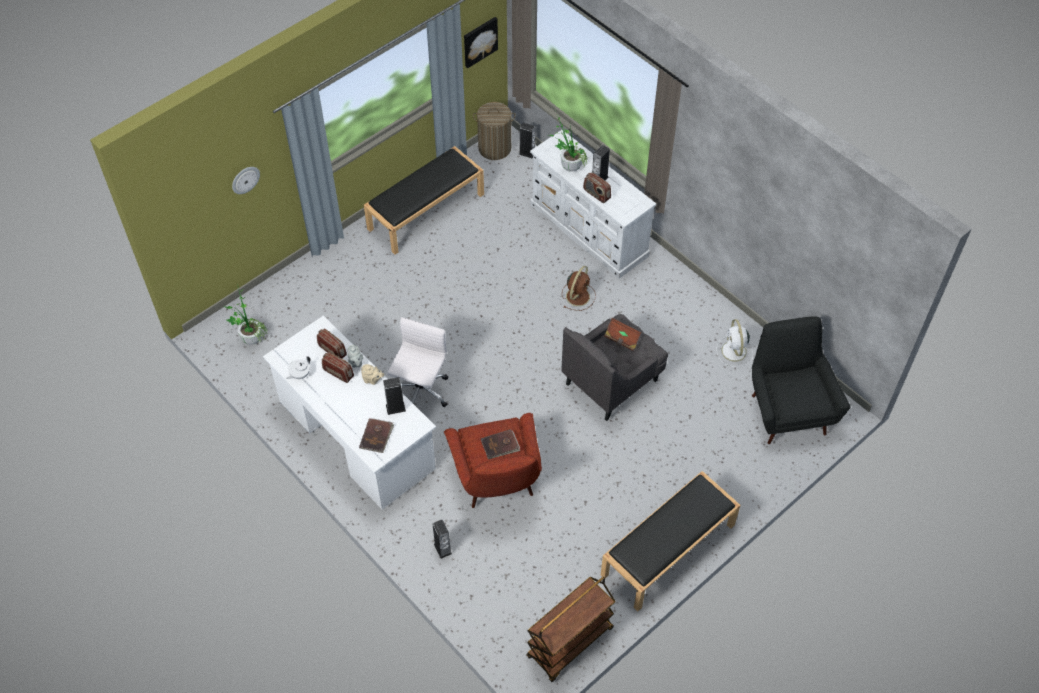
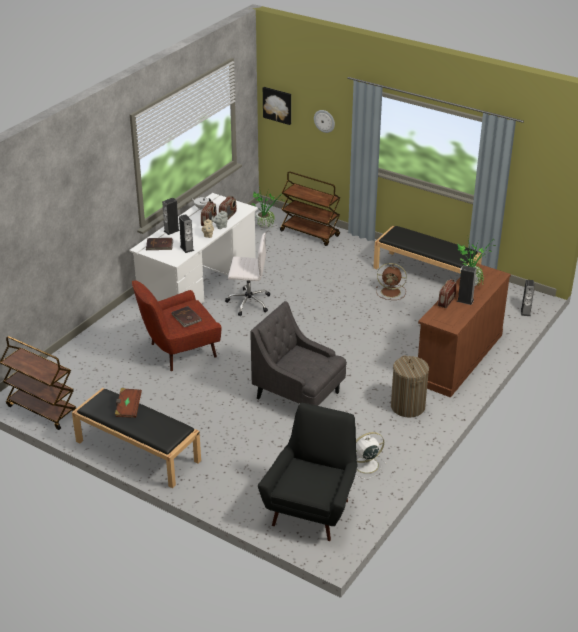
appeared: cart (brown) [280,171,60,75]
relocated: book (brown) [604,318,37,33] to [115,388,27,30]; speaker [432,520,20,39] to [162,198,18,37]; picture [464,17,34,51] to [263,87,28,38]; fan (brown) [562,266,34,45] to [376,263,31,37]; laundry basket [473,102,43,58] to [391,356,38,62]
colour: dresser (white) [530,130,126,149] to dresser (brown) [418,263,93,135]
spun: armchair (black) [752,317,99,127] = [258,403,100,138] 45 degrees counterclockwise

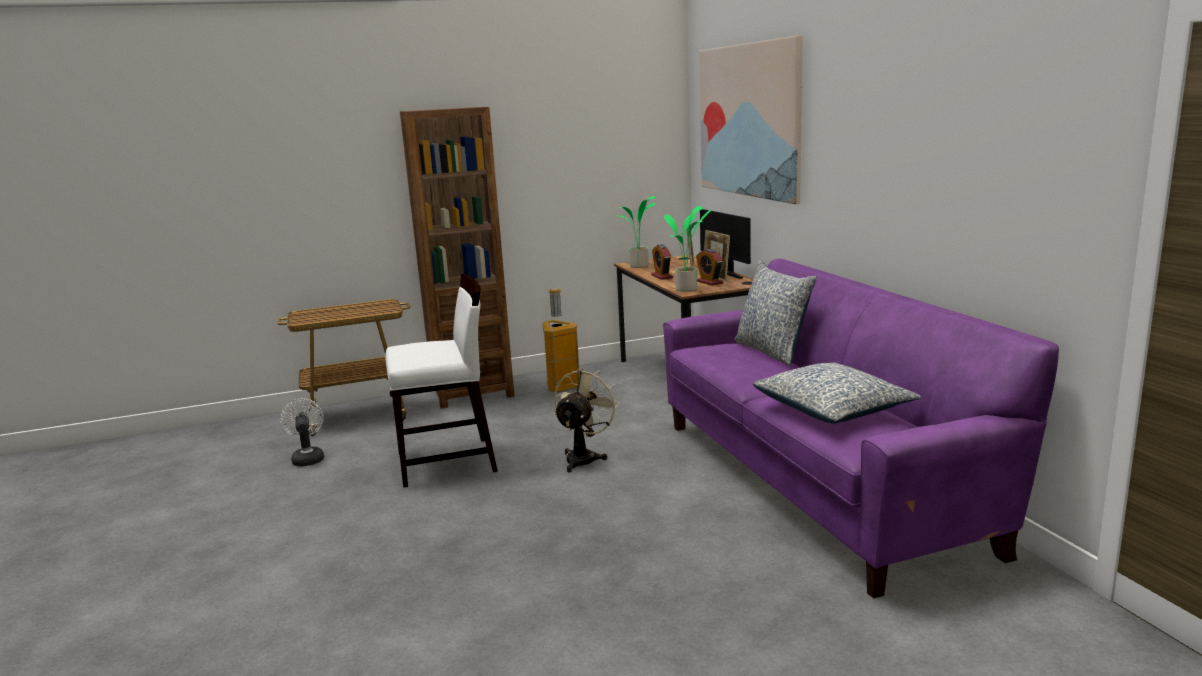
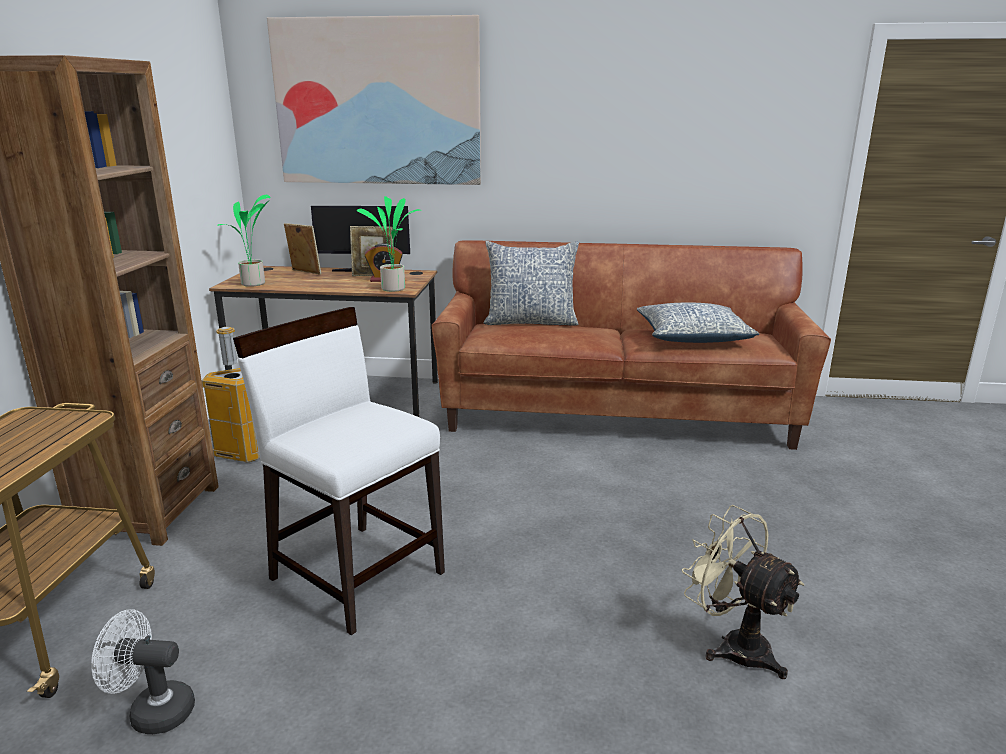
missing: alarm clock [651,244,22,36]
relocated: fan (beige) [554,367,66,105] to [682,505,122,174]
colour: sofa (purple) [663,259,396,340] to sofa (brown) [432,240,399,210]
spun: chair (white) [385,274,113,214] = [233,307,212,328] 60 degrees counterclockwise

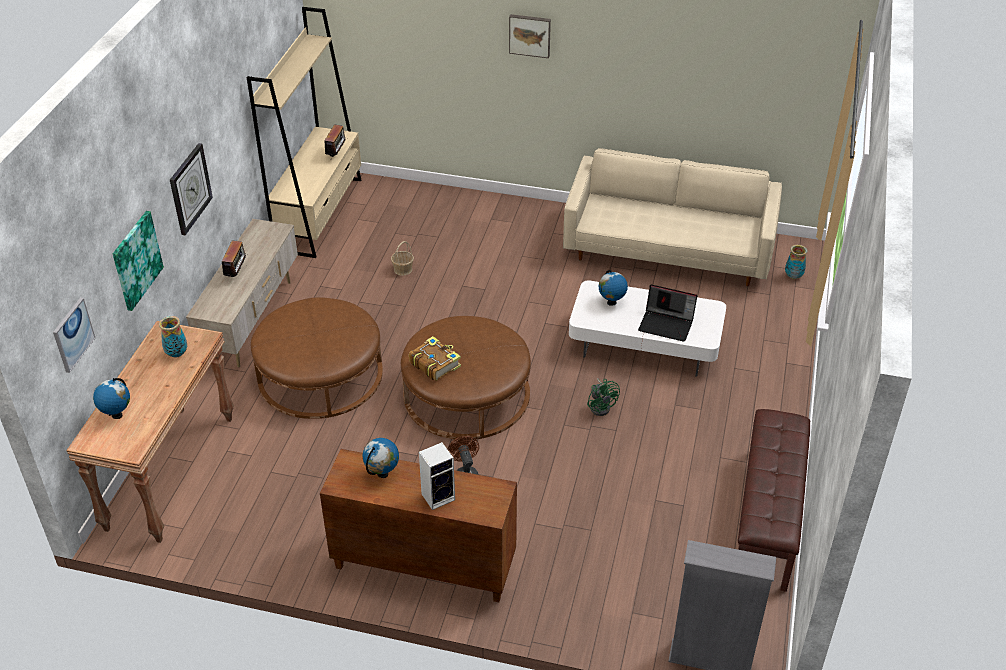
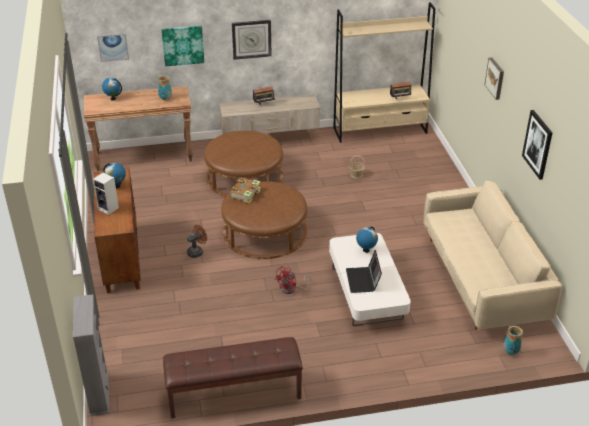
appeared: picture [522,110,30,70]
colour: fan (green) [587,378,33,38] to fan (red) [276,266,36,28]

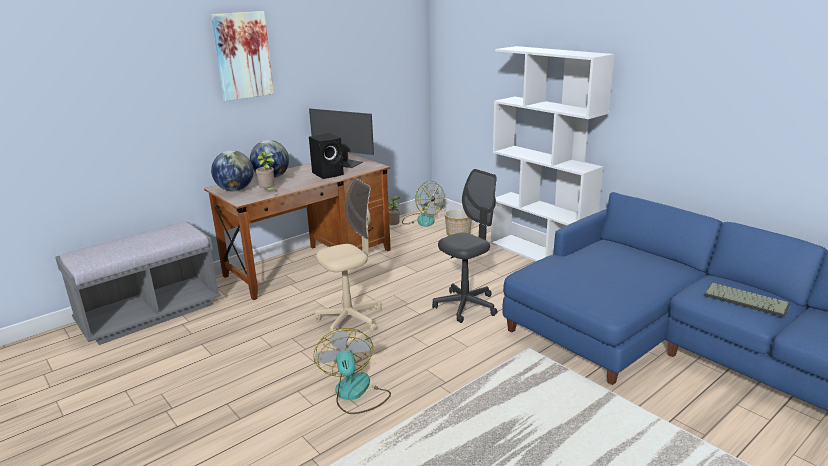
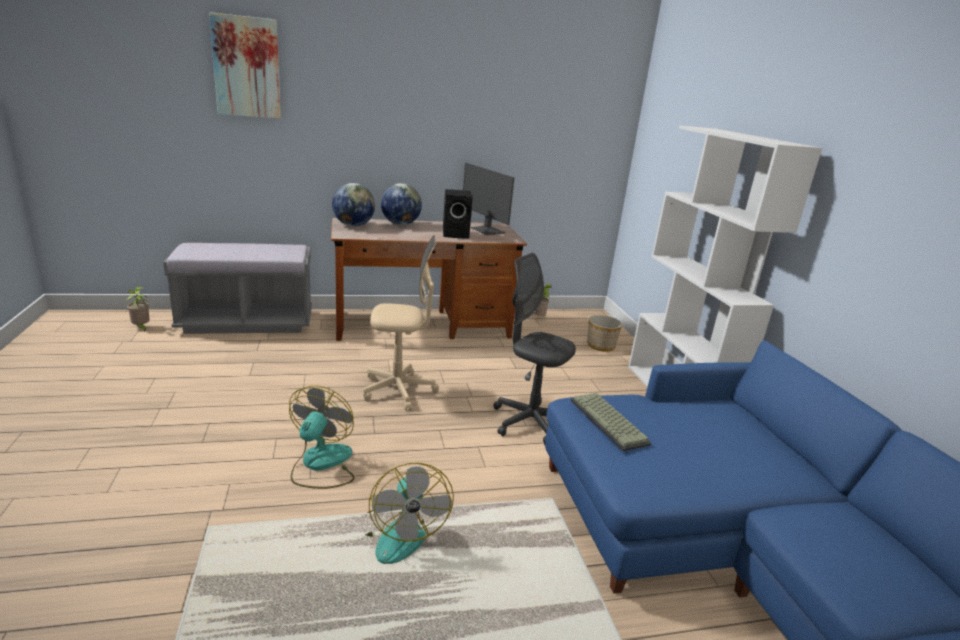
relocated: potted plant [256,152,21,39] to [126,287,24,44]; picture [211,11,63,90] to [209,12,72,107]; fan [402,181,43,46] to [365,463,89,101]; keyboard [704,283,86,35] to [571,393,80,58]
spun: office chair (grey) [432,169,65,154] = [493,253,83,192] 135 degrees counterclockwise

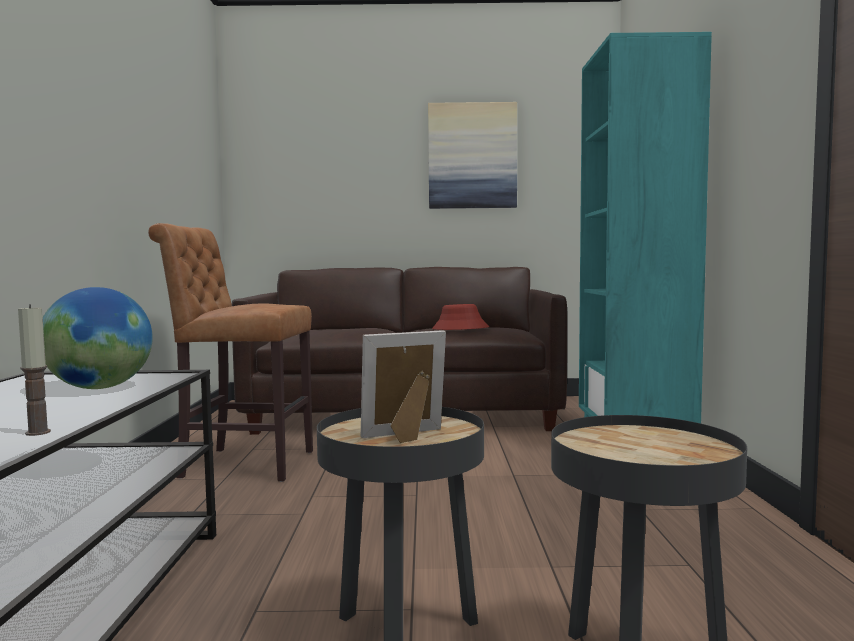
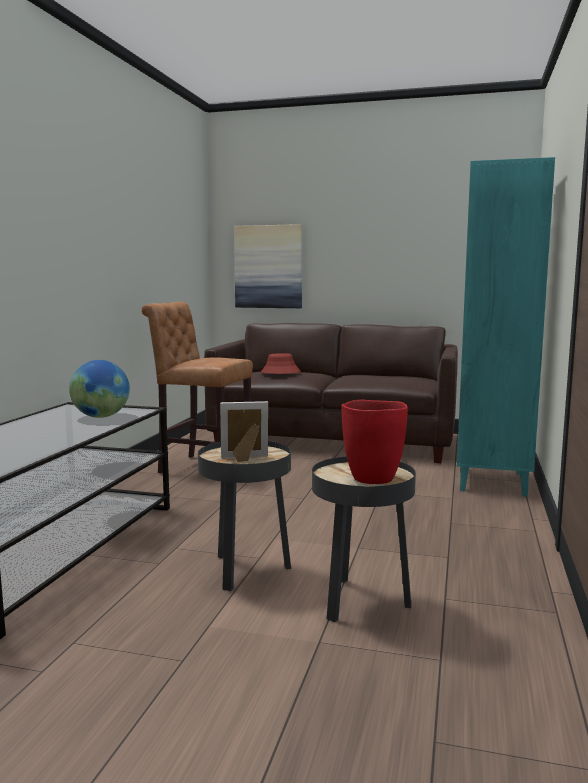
missing: candle [18,304,33,132]
appeared: vase (red) [341,400,67,84]
relocated: picture [428,102,89,107] to [234,224,68,84]; hat (red) [432,304,57,26] to [261,353,40,21]

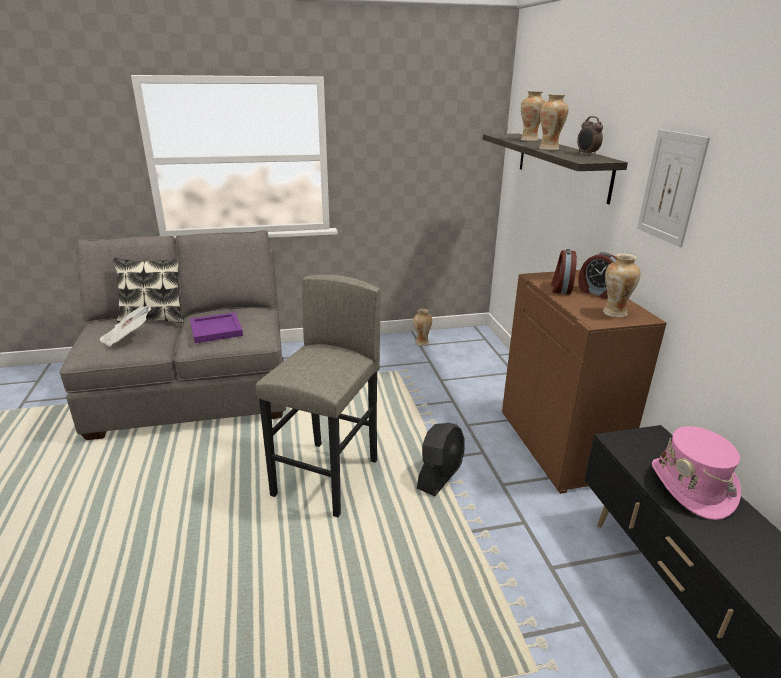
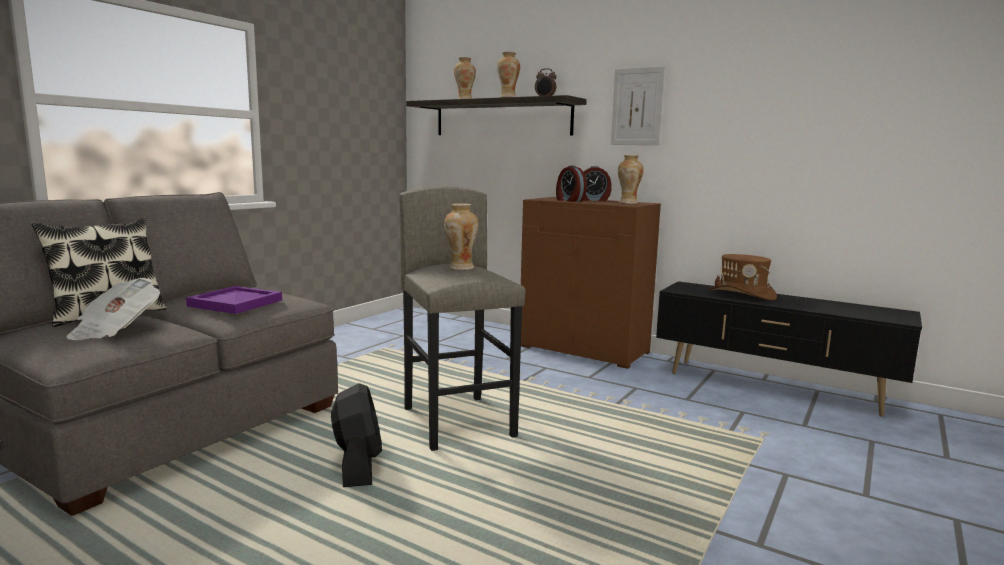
relocated: fan (black) [417,423,48,73] to [331,383,51,104]; vase [413,309,19,37] to [444,203,35,67]
colour: hat (pink) [652,426,89,94] to hat (brown) [710,254,67,47]

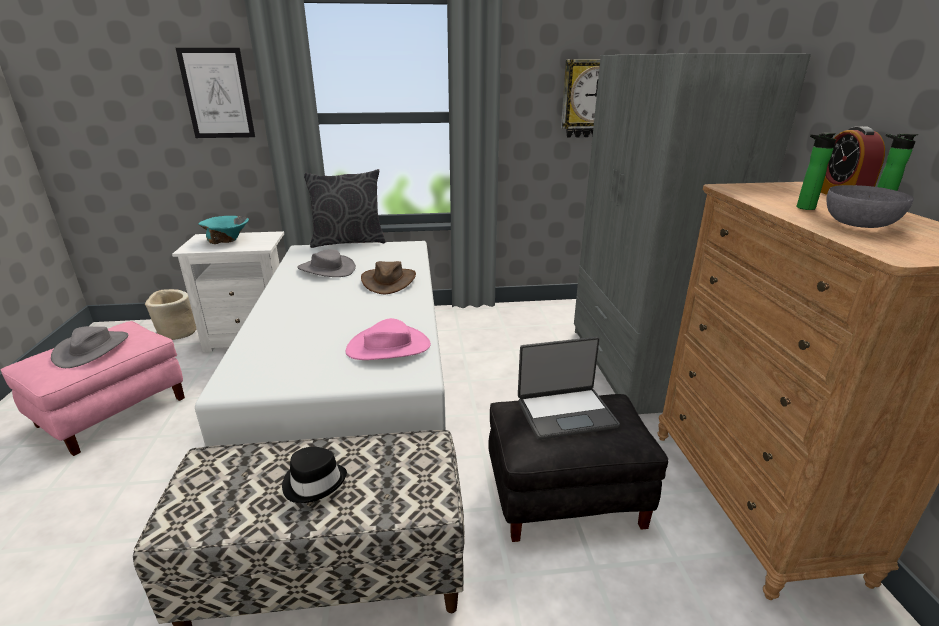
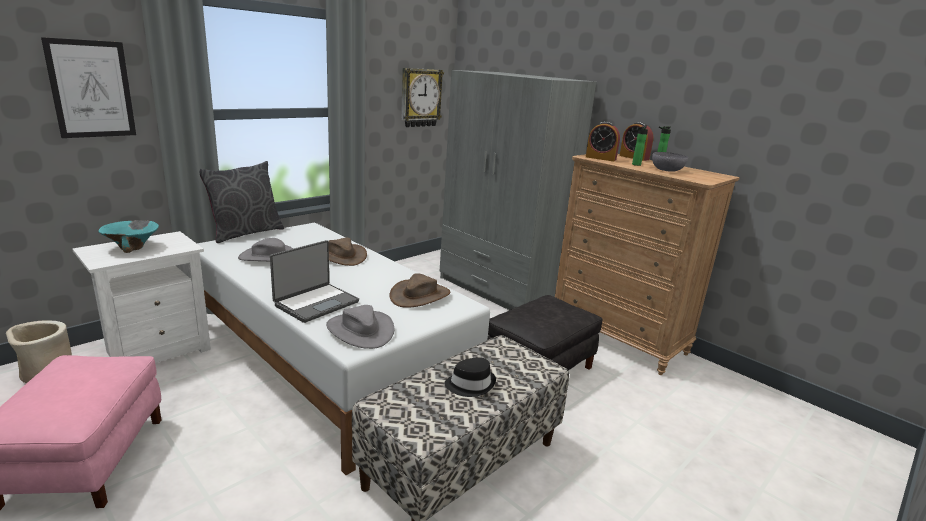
appeared: alarm clock [586,122,34,39]
relocated: laptop [518,337,102,103] to [270,240,89,83]; hat (grey) [51,326,78,42] to [326,305,68,44]
colour: hat (pink) [346,318,85,42] to hat (brown) [389,273,61,35]

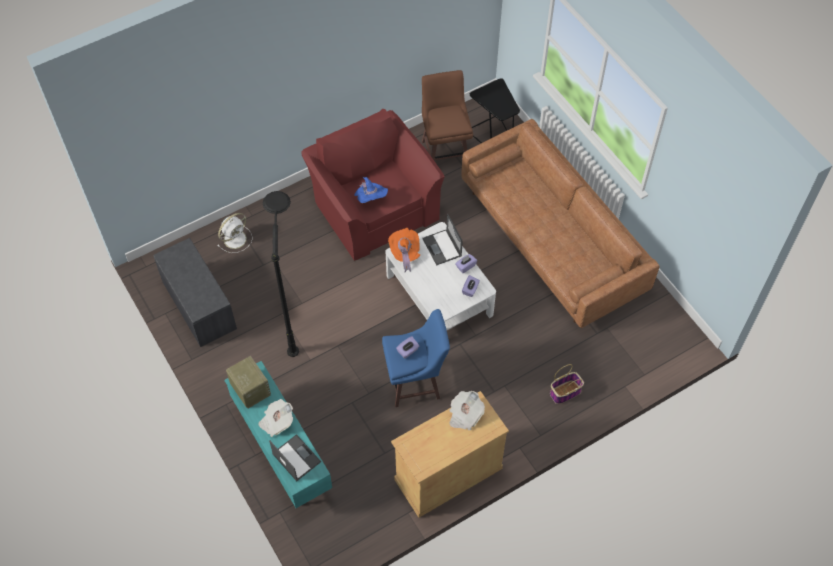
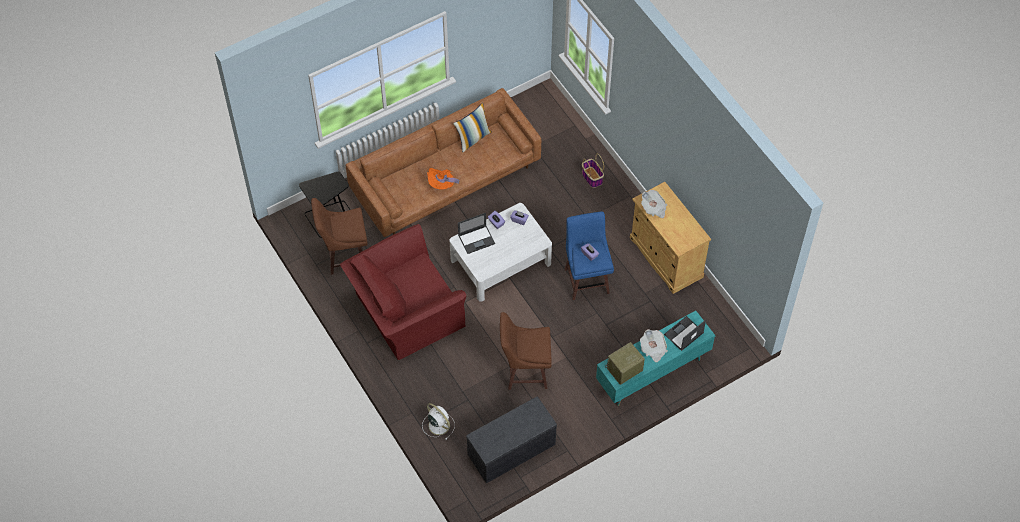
missing: hat (blue) [355,177,33,26]
appeared: pillow [453,103,39,49]
relocated: hat (orange) [388,228,32,44] to [427,168,34,22]
exchanged: floor lamp (black) [263,191,36,166] to stool (brown) [500,312,52,78]

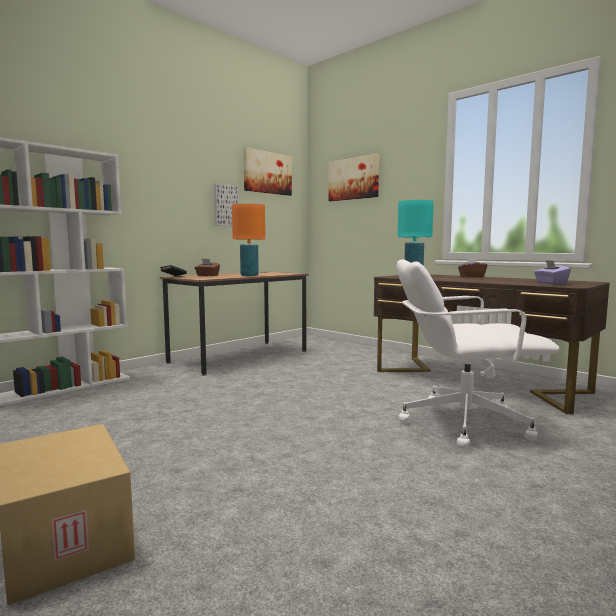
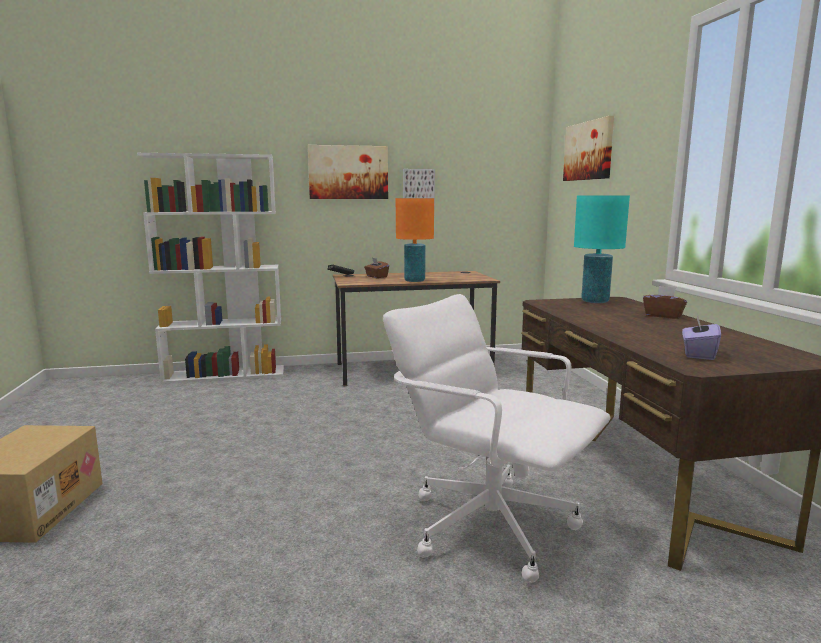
relocated: picture [243,147,49,49] to [308,145,80,54]

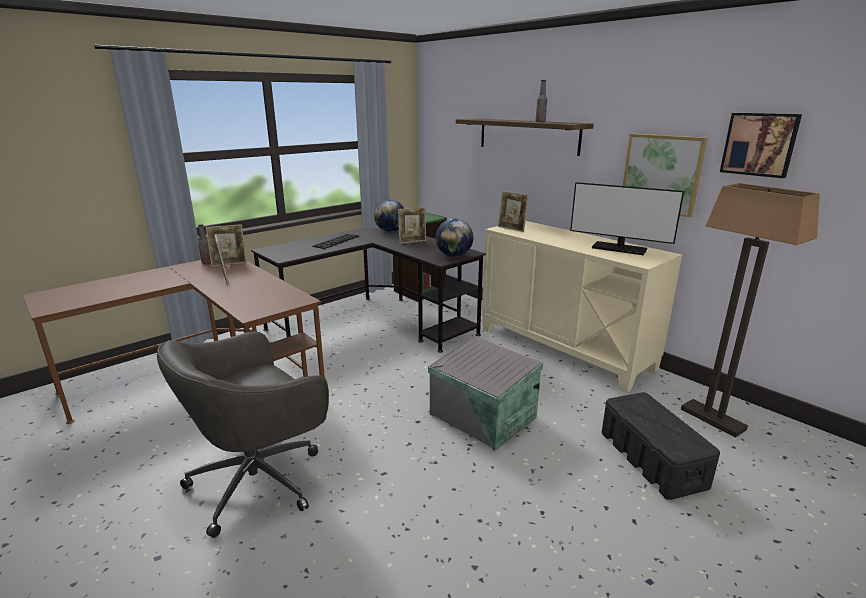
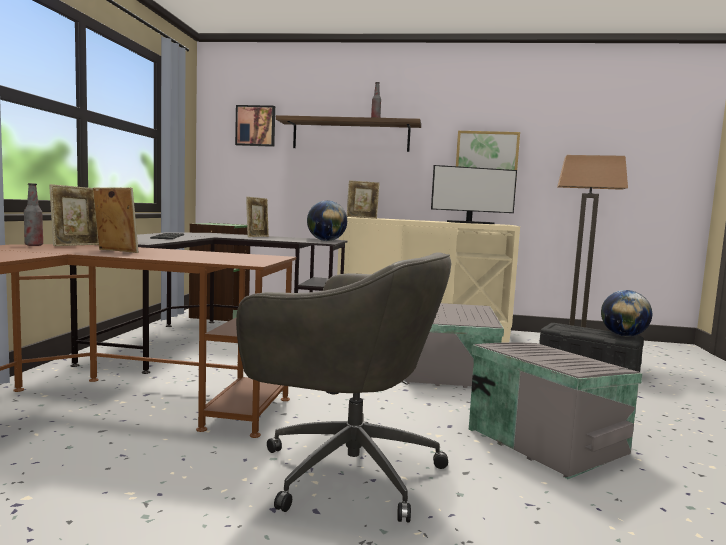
appeared: storage box (grey) [469,342,173,137]
relocated: picture [720,113,82,65] to [235,105,40,42]; globe [374,199,30,33] to [601,290,51,46]
spun: office chair (grey) [157,331,172,207] = [236,252,215,271] 75 degrees counterclockwise

